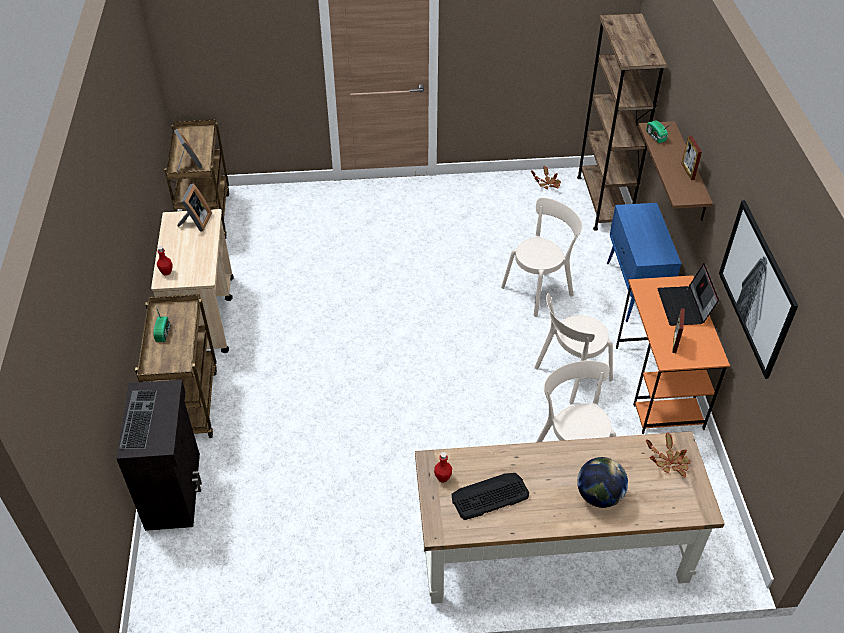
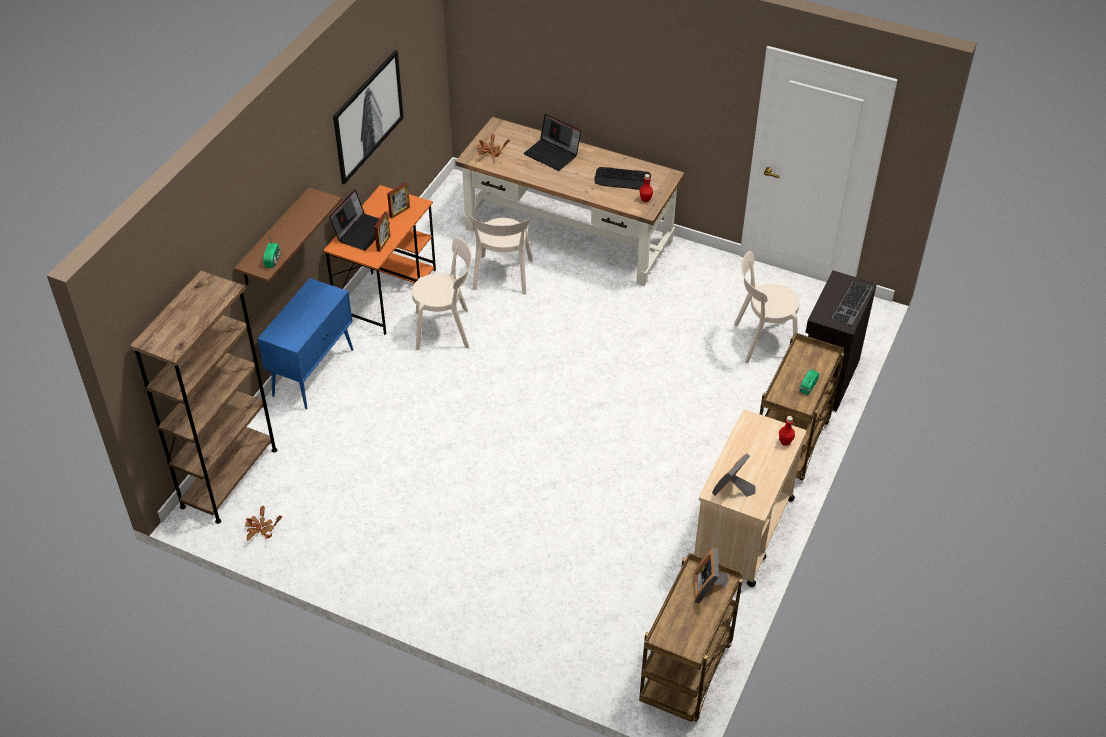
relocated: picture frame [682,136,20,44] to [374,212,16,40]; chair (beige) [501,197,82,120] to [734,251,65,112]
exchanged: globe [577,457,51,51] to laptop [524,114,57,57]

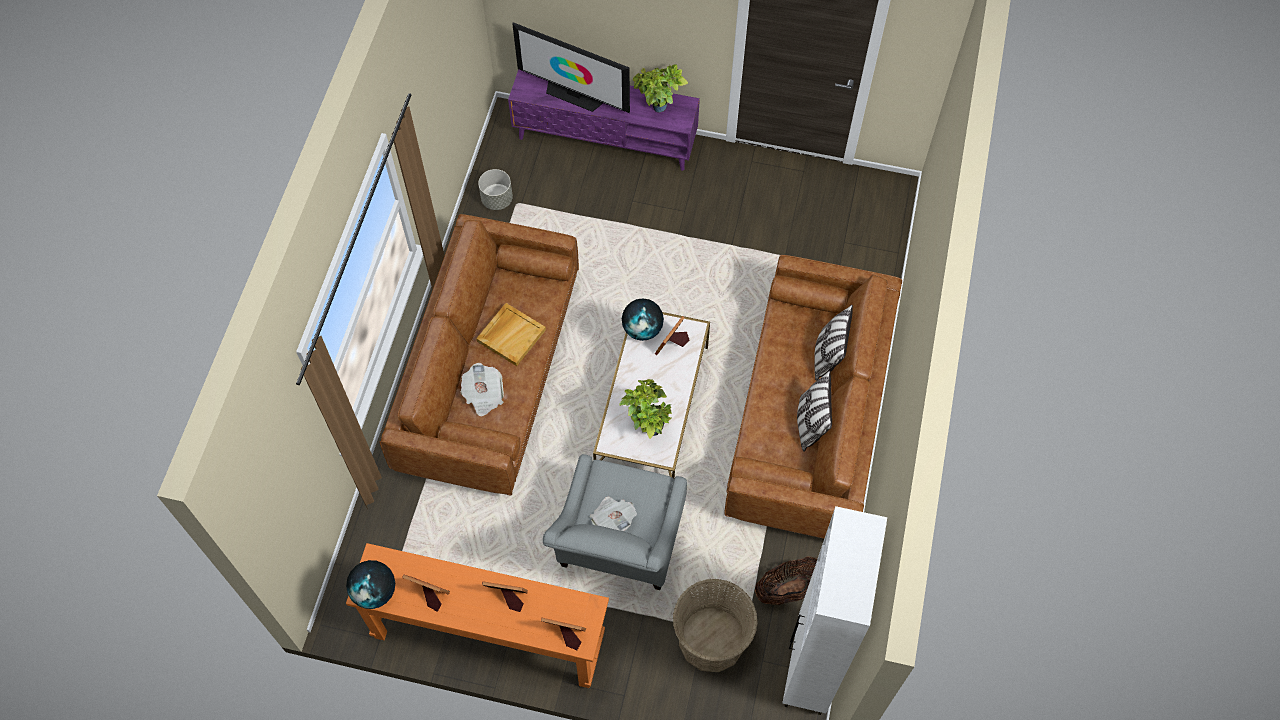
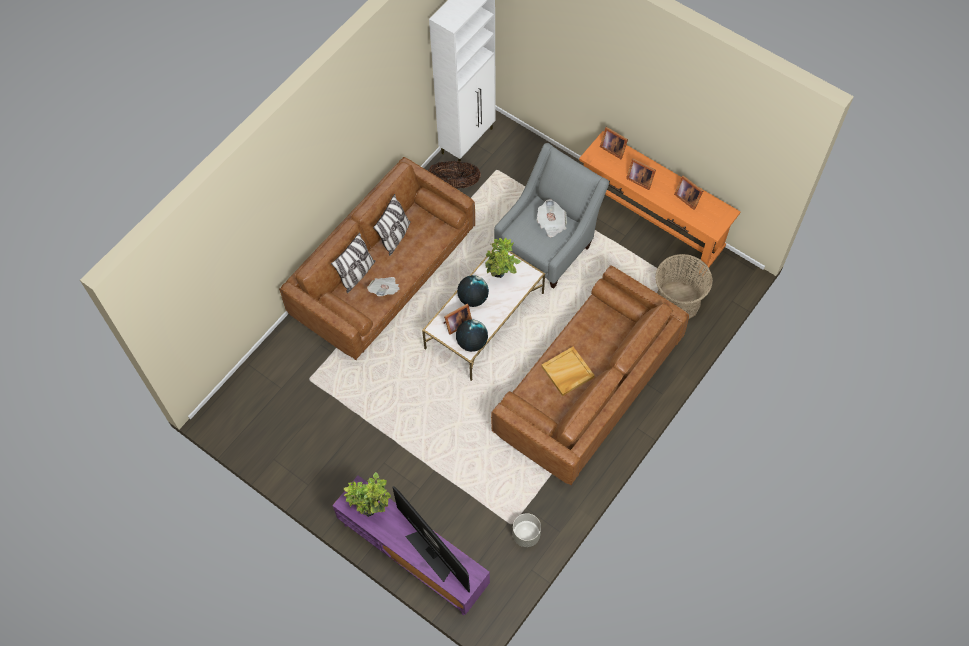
relocated: newspaper [461,363,43,53] to [367,277,33,19]; globe [346,560,49,49] to [457,275,32,32]; basket [673,579,85,93] to [655,254,58,65]

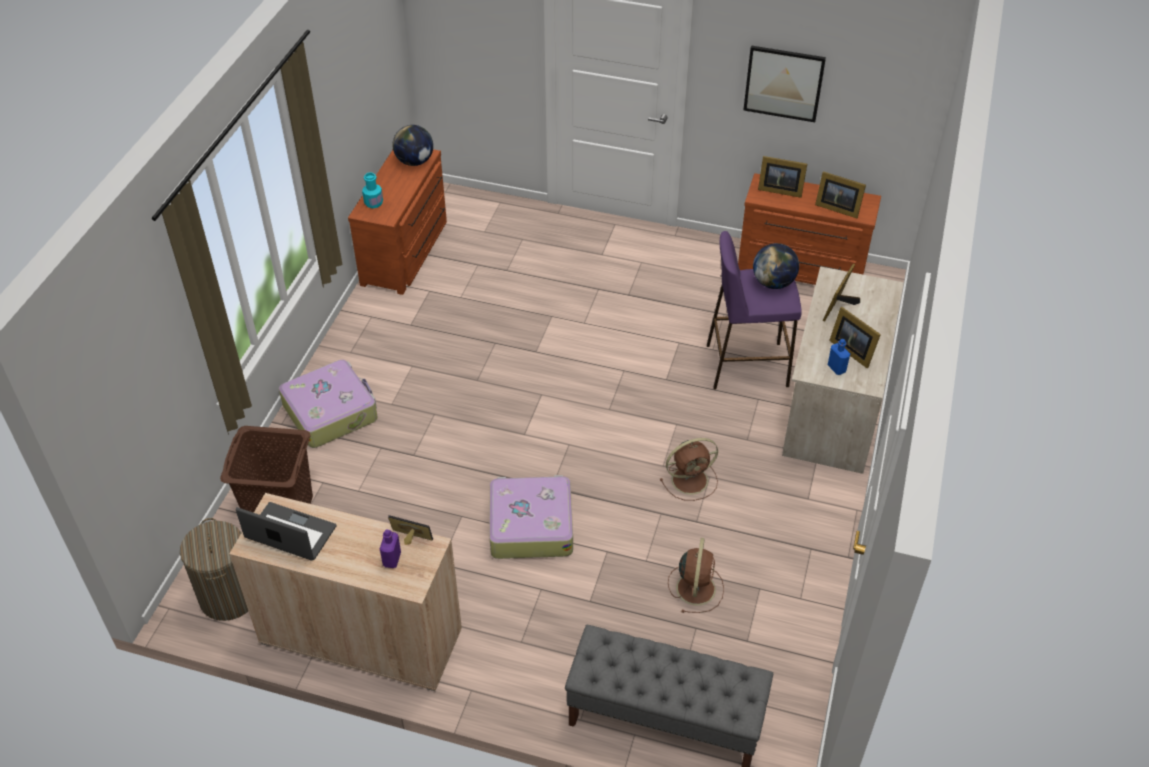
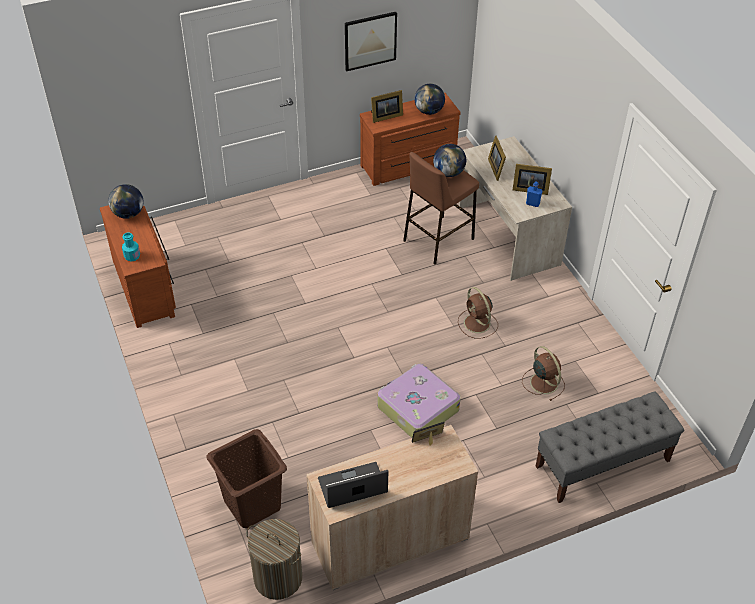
missing: suitcase [279,360,99,88]; bottle (purple) [380,529,21,39]
exchanged: picture frame [815,171,51,47] to globe [415,84,30,31]
colour: stool (purple) [707,231,95,159] to stool (brown) [403,152,76,113]
spun: fan (brown) [660,438,58,63] = [458,287,40,52] 120 degrees clockwise

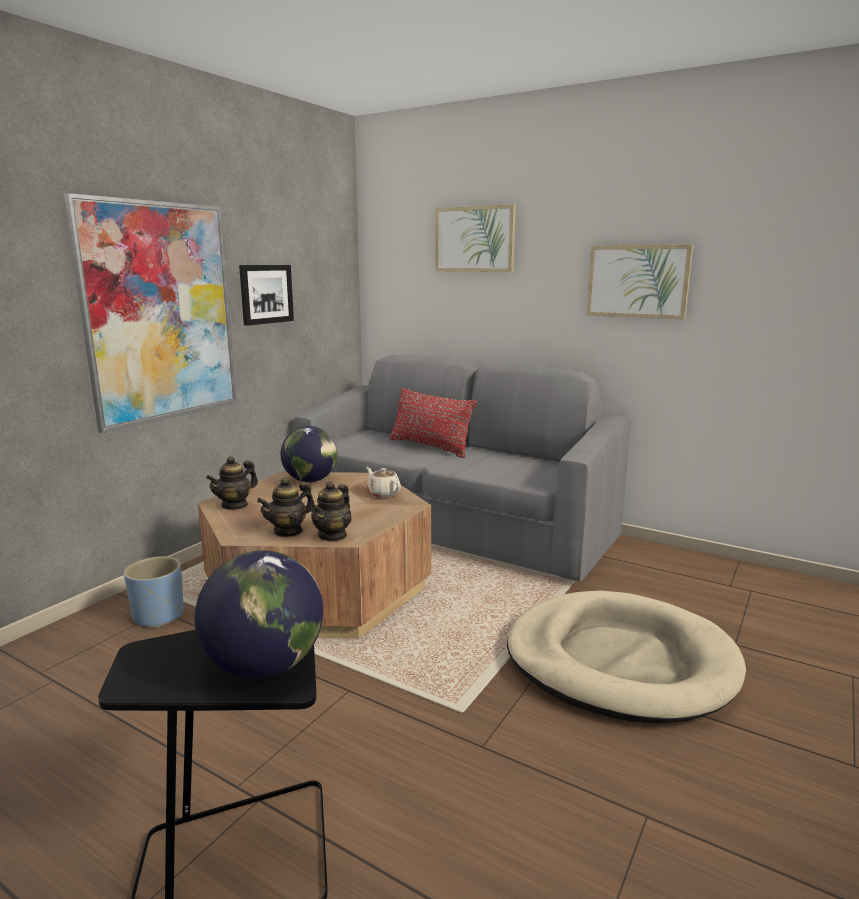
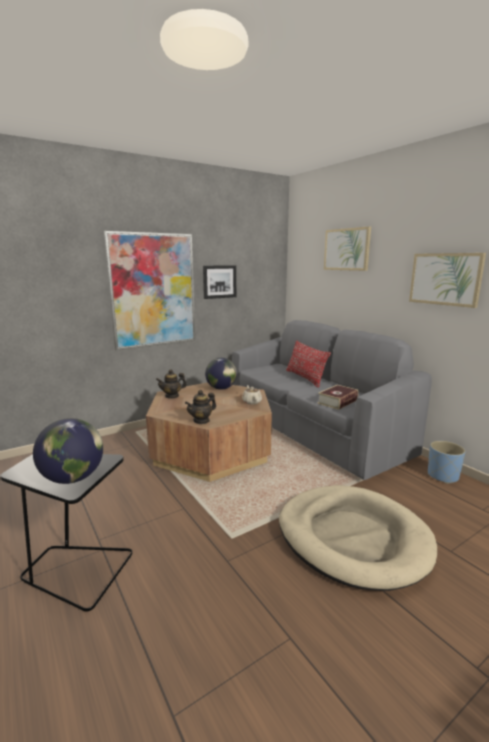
missing: teapot [257,477,58,60]
appeared: book [318,385,40,25]
relocated: planter (blue) [124,556,60,72] to [428,441,37,43]

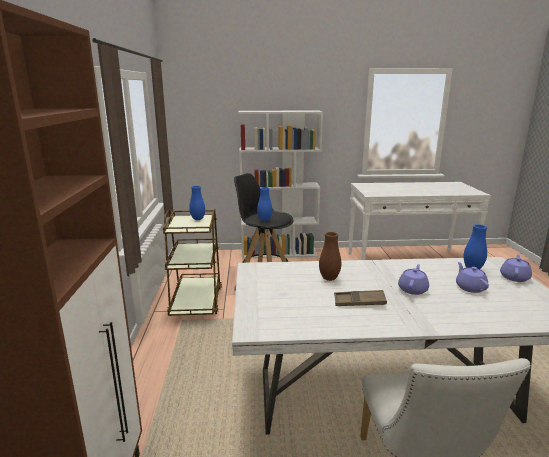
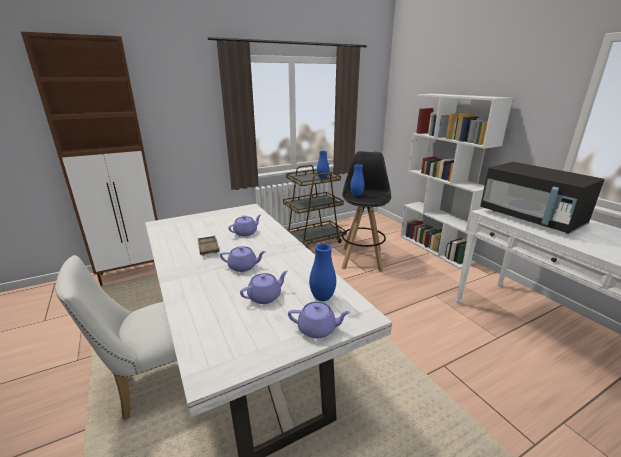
appeared: microwave (black) [480,162,124,72]
exchanged: vase (brown) [319,232,22,49] to teapot (purple) [228,215,33,21]

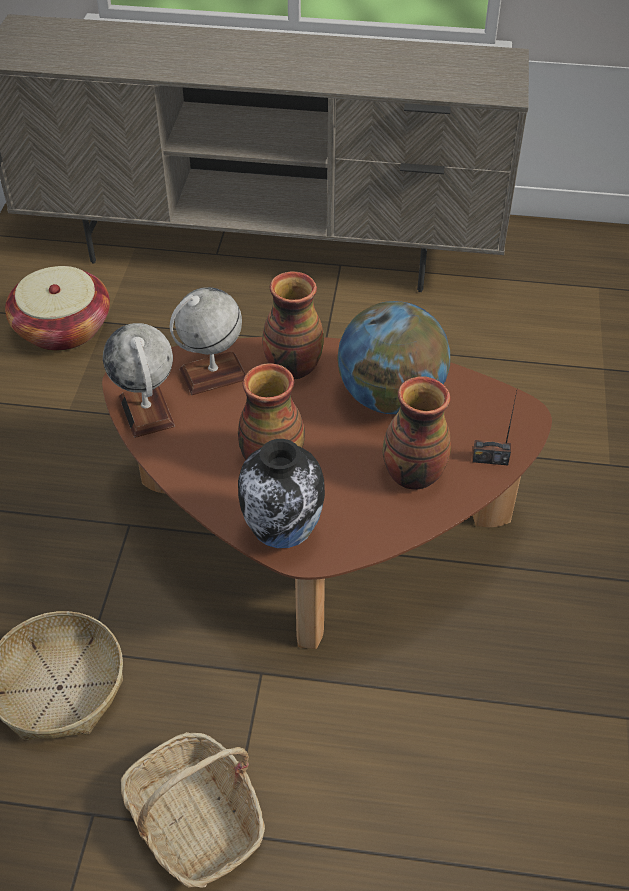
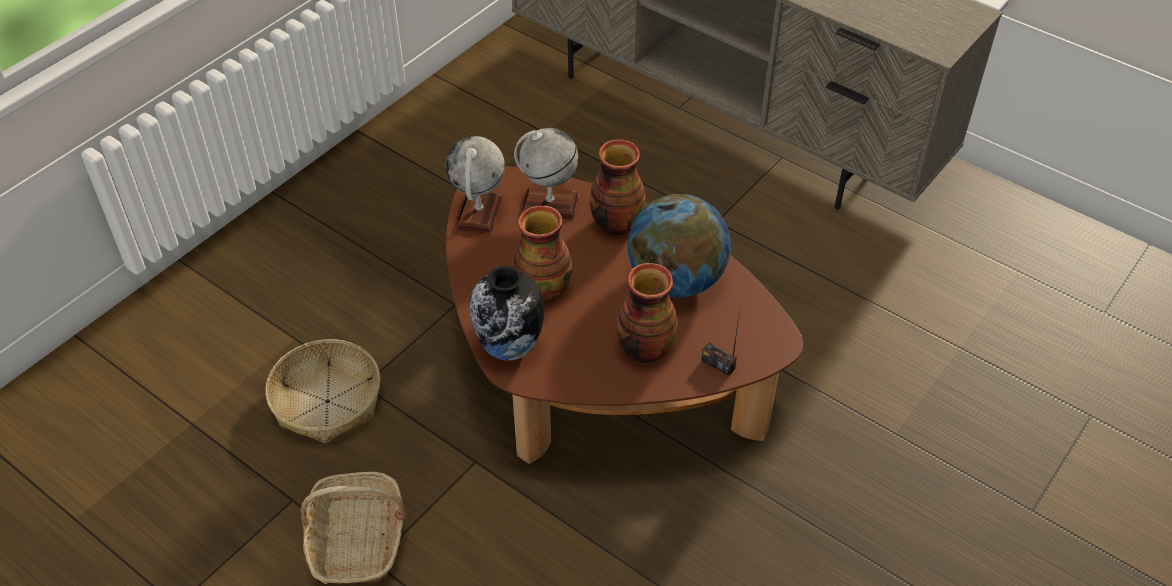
missing: basket [5,266,105,85]

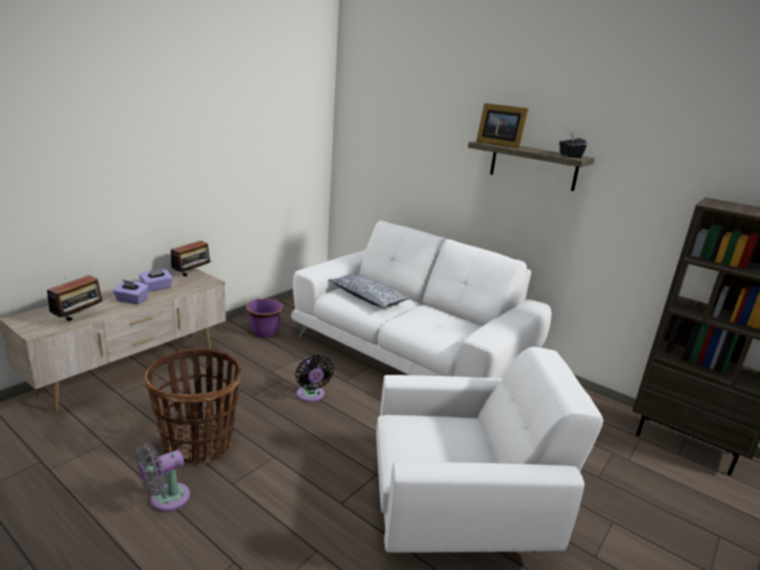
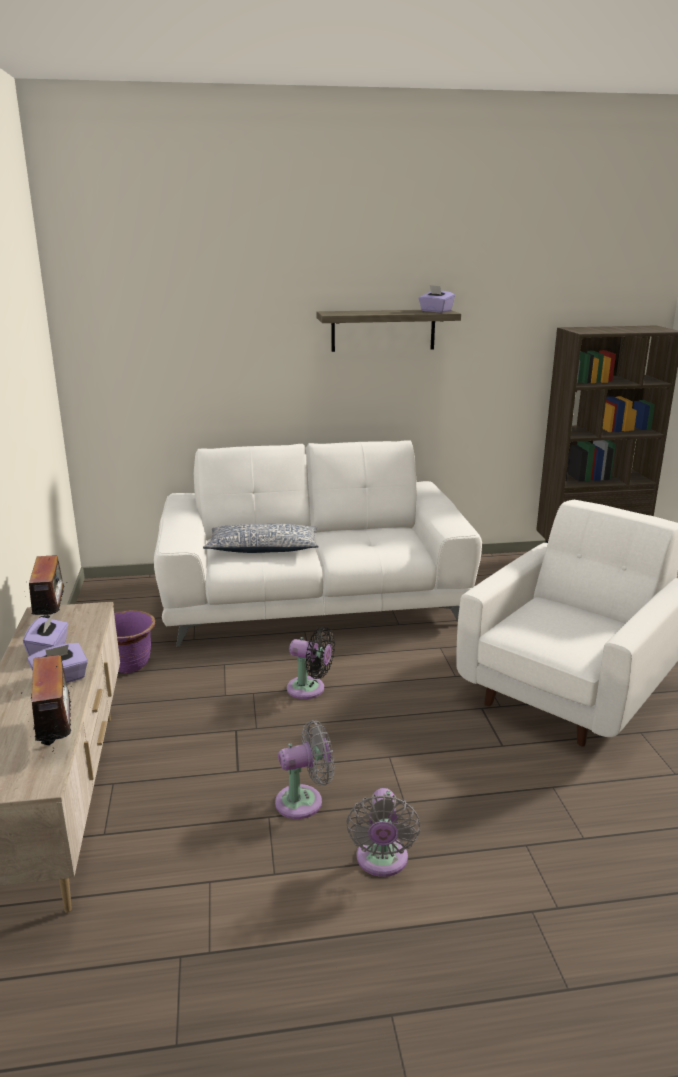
missing: picture frame [476,103,53,45]
exchanged: basket [145,349,97,115] to fan (grey) [275,720,60,99]
colour: tissue box (black) [559,132,28,26] to tissue box (purple) [418,285,37,28]

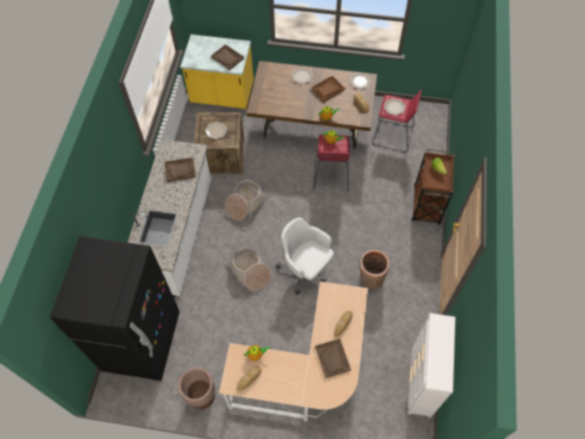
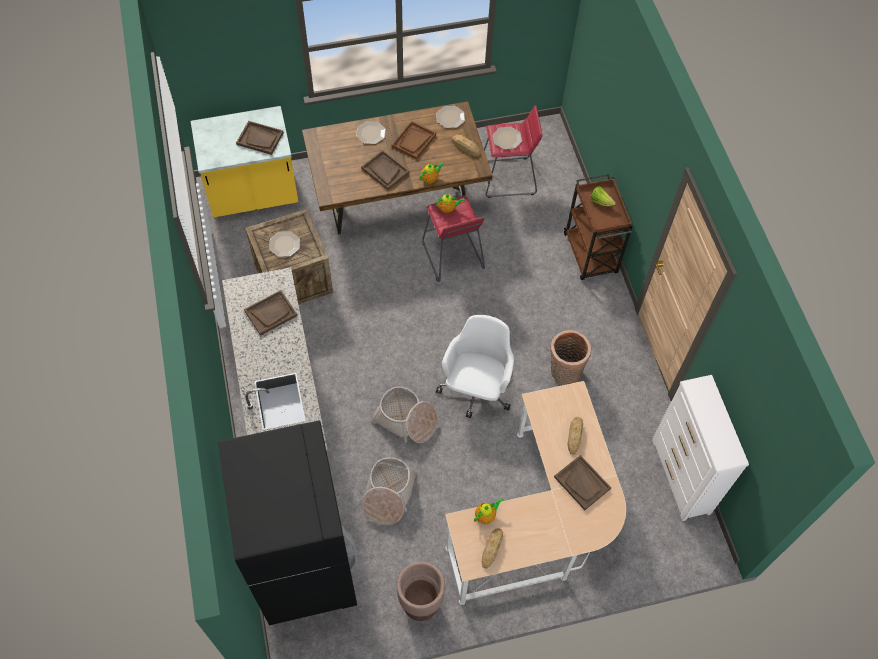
appeared: tray (brown) [361,150,48,40]
relocated: basket [225,180,43,41] to [362,457,55,68]
spun: office chair (white) [276,217,58,78] = [436,315,78,103] 90 degrees clockwise

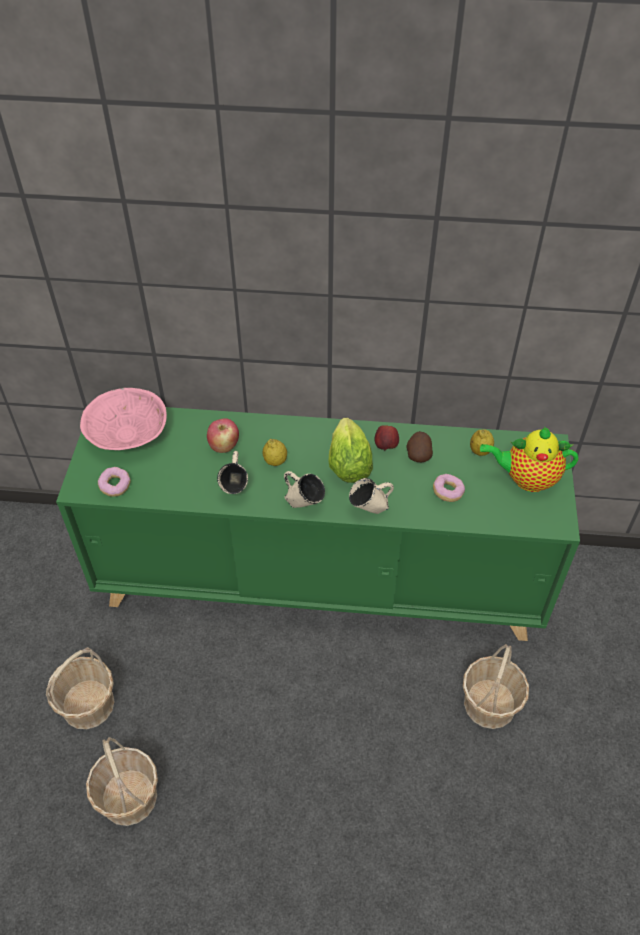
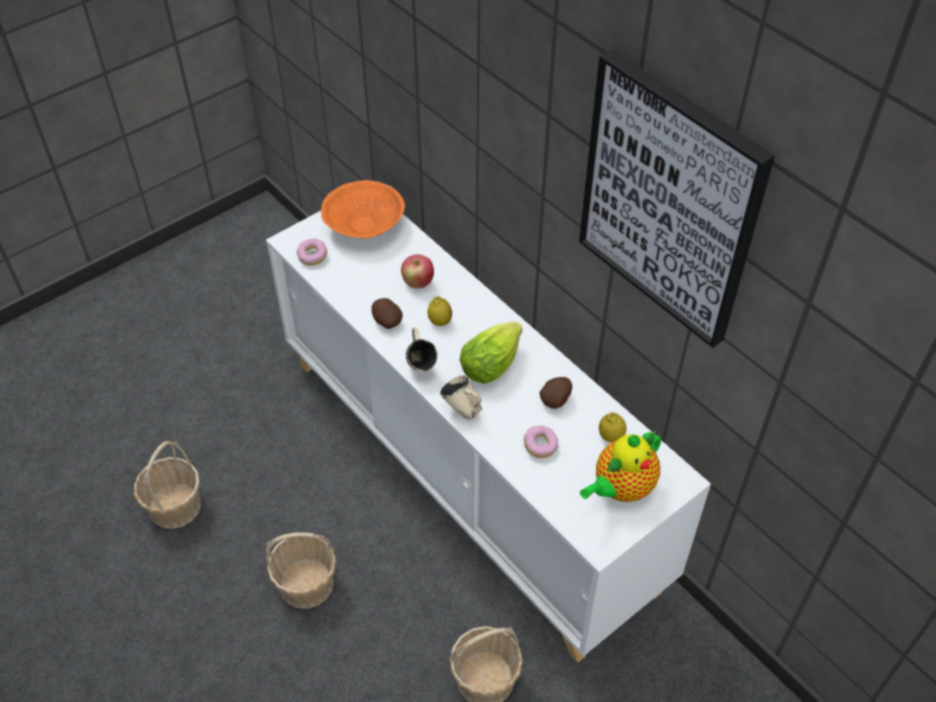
missing: apple [375,425,24,25]
appeared: picture [579,49,196,299]
relocated: basket [46,647,69,82] to [266,532,70,77]
exchanged: mug (beige) [217,451,31,43] to potato [372,298,31,31]
colour: cabinet (green) [56,407,524,234] to cabinet (white) [266,211,445,452]; bowl (pink) [80,388,87,62] to bowl (orange) [321,180,84,58]
spun: teapot [480,427,98,65] = [580,431,81,71] 90 degrees counterclockwise

